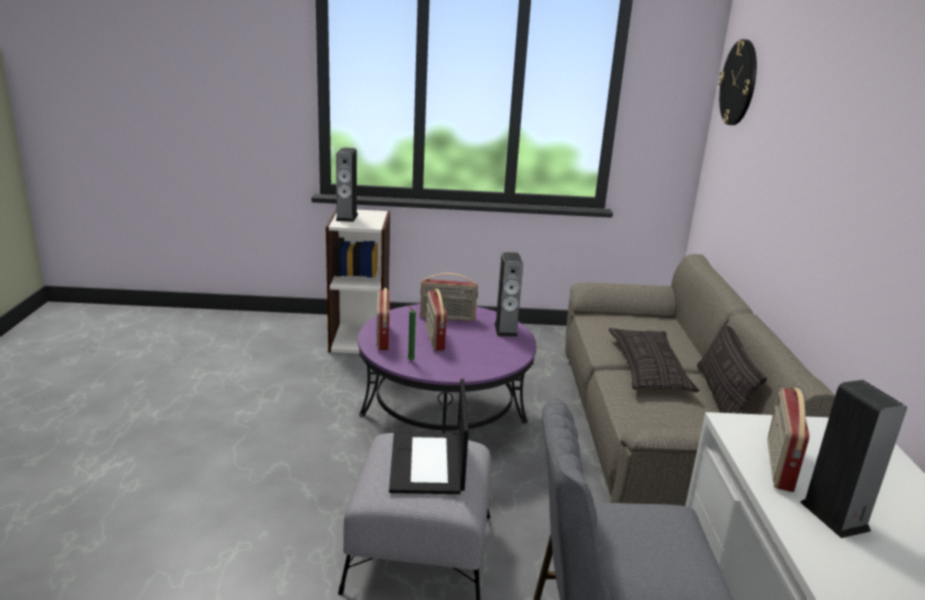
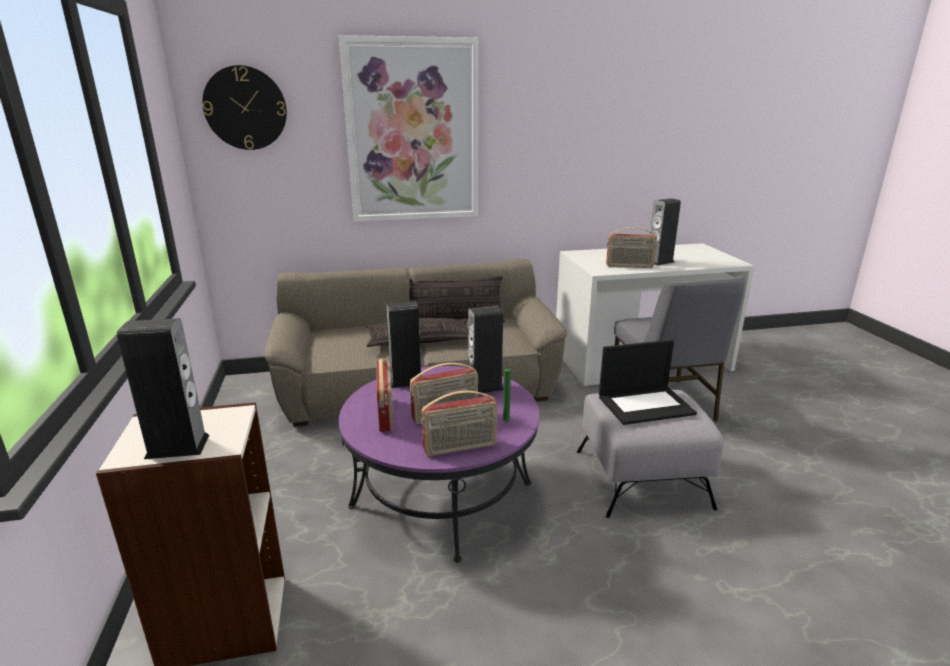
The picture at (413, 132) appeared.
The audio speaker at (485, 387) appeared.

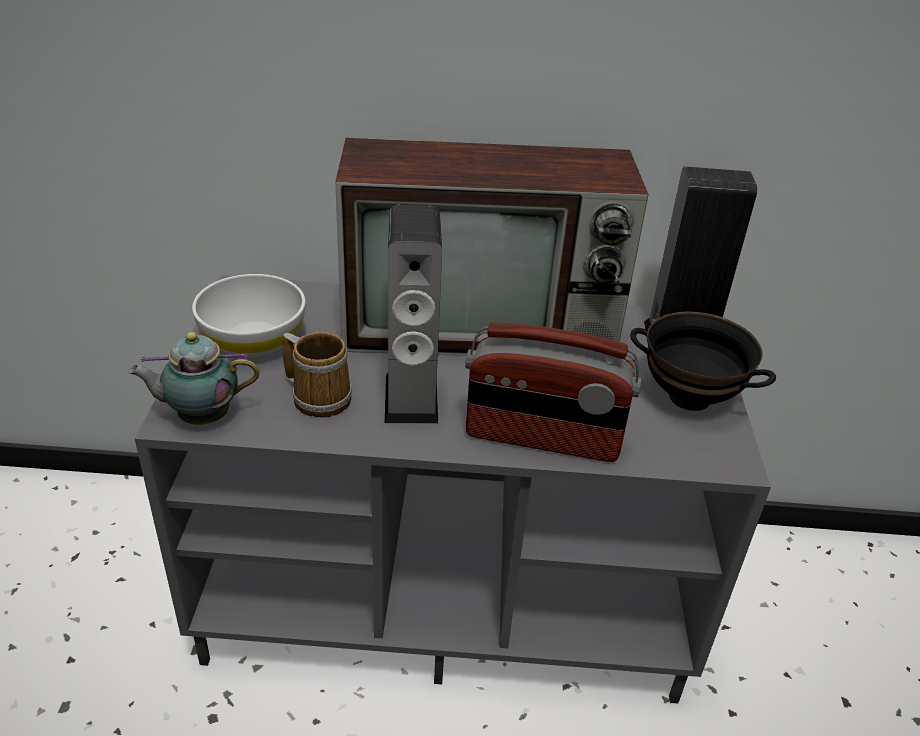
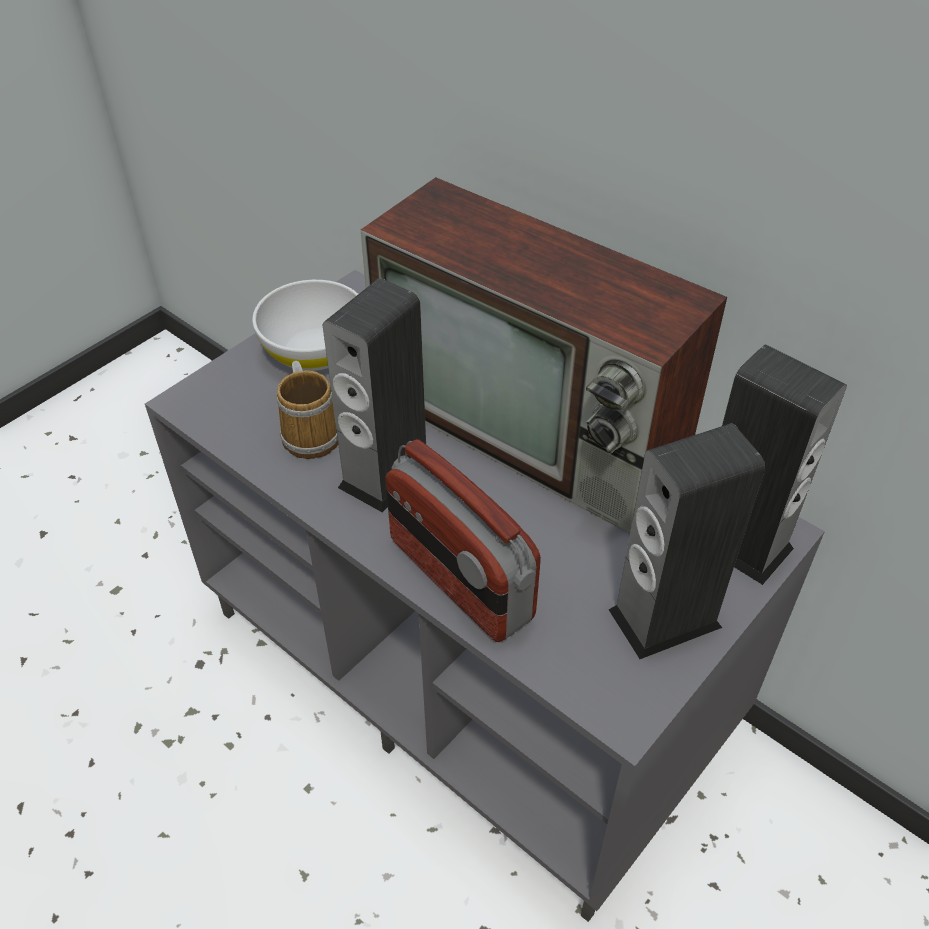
The black-coloured deep dish at (690, 397) was replaced by the audio speaker at (665, 618).
The tea pot at (200, 417) disappeared.

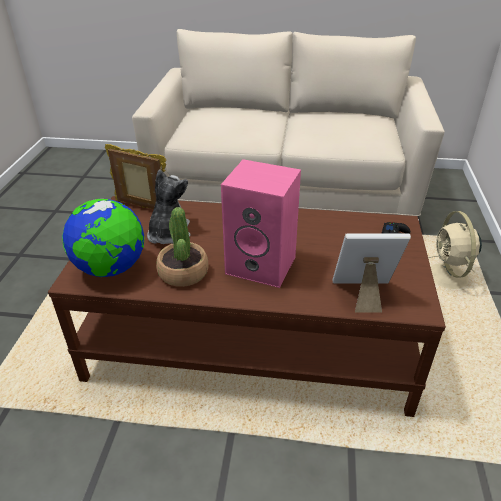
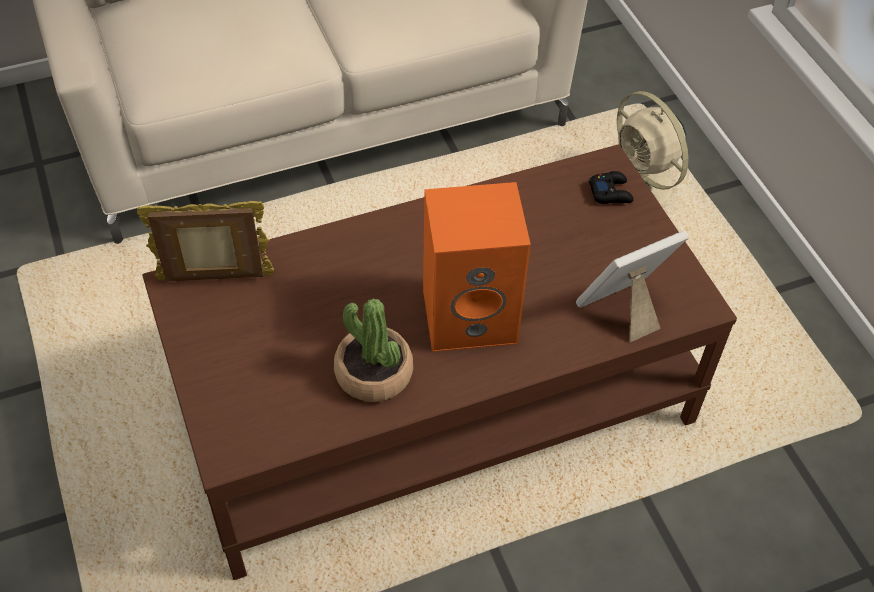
The pink-coloured audio speaker at (263, 265) became the orangey audio speaker at (471, 314).
The desk globe at (111, 268) disappeared.
The soft toy at (169, 234) disappeared.

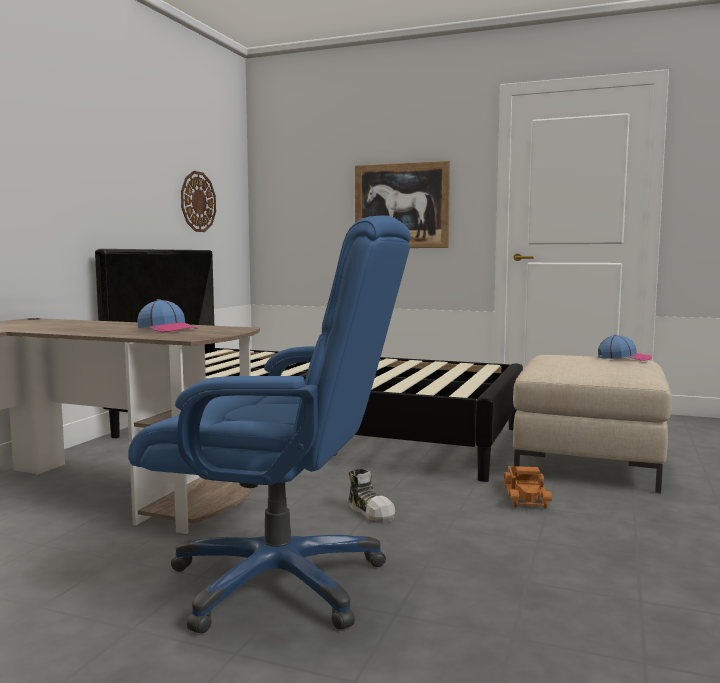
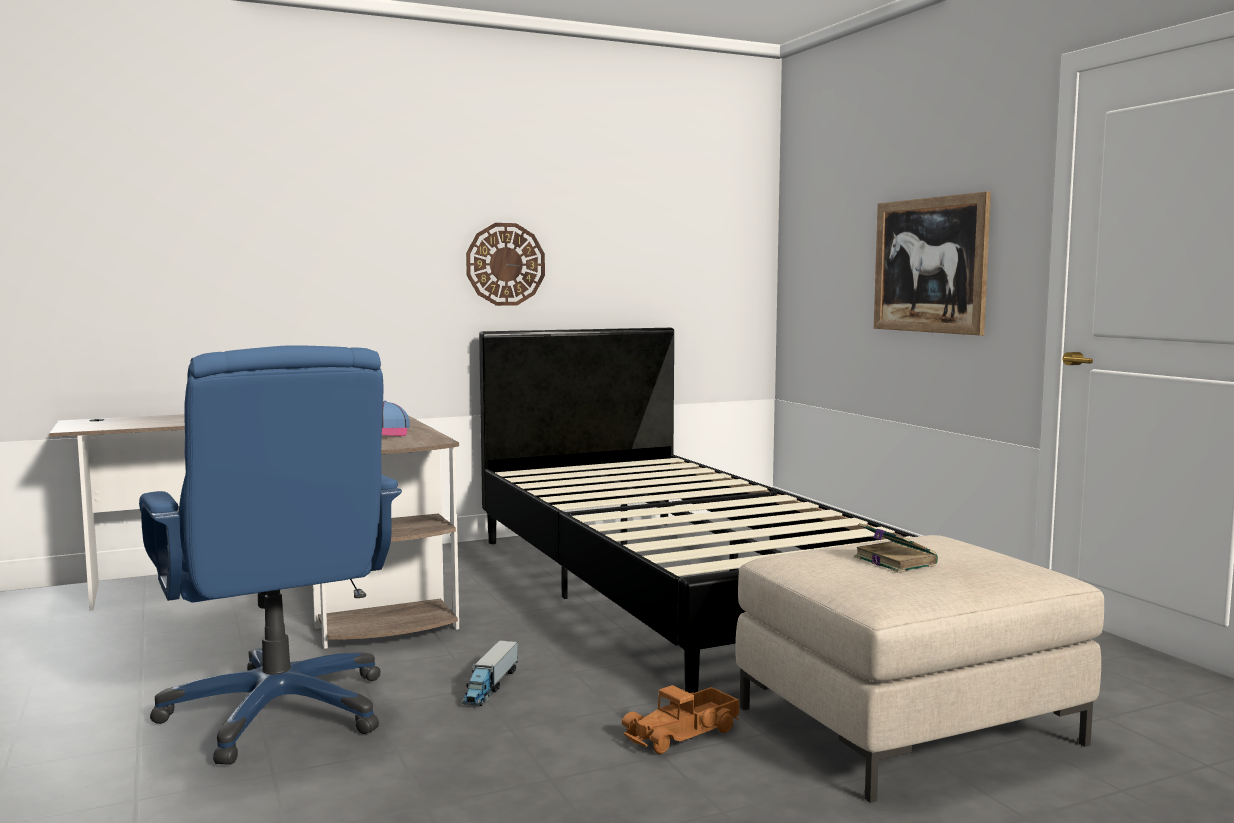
The item of footwear at (371, 512) was replaced by the model truck at (491, 686).
The hanging clock moved from (198, 202) to (505, 264).
The bound book at (893, 561) appeared.
The baseball cap at (624, 357) disappeared.

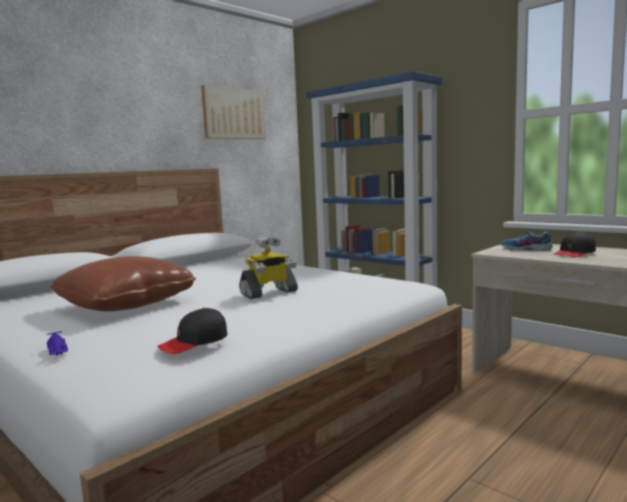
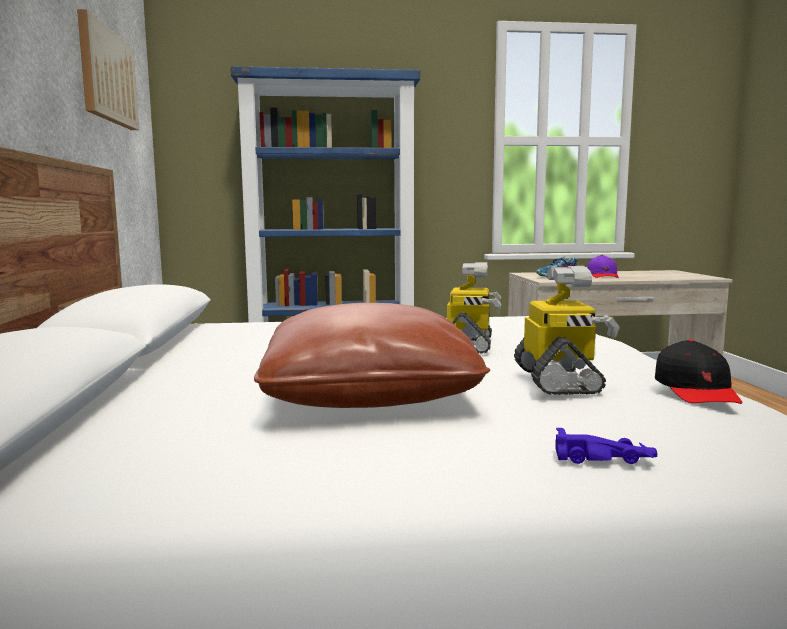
The robot figure at (558, 380) appeared.
The black-coloured baseball cap at (574, 253) became the purple baseball cap at (603, 275).

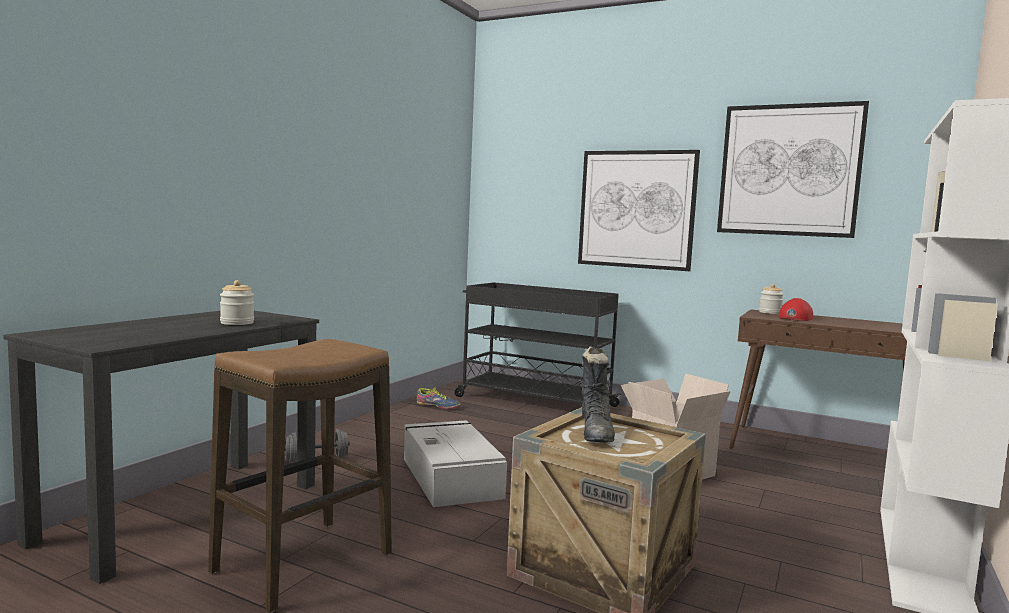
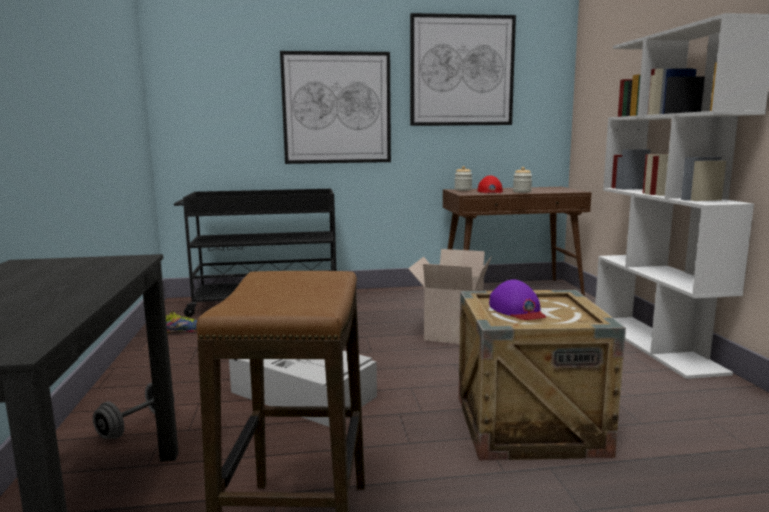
The black-coloured tall boot at (596, 434) was replaced by the purple baseball cap at (517, 310).
The preserve jar moved from (237, 323) to (522, 192).

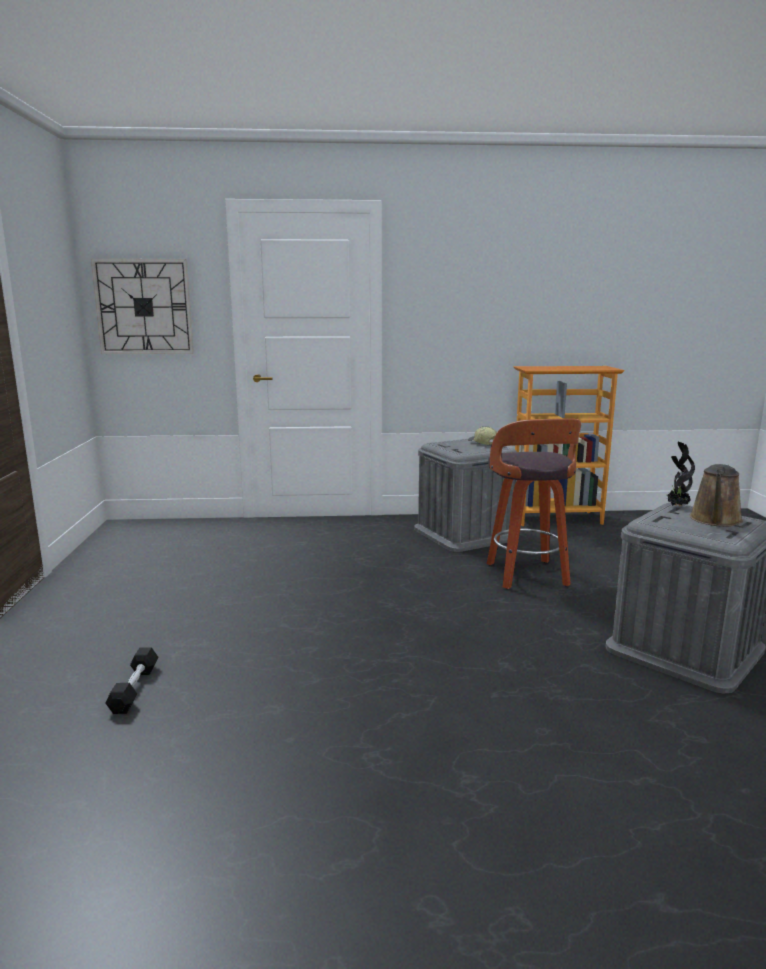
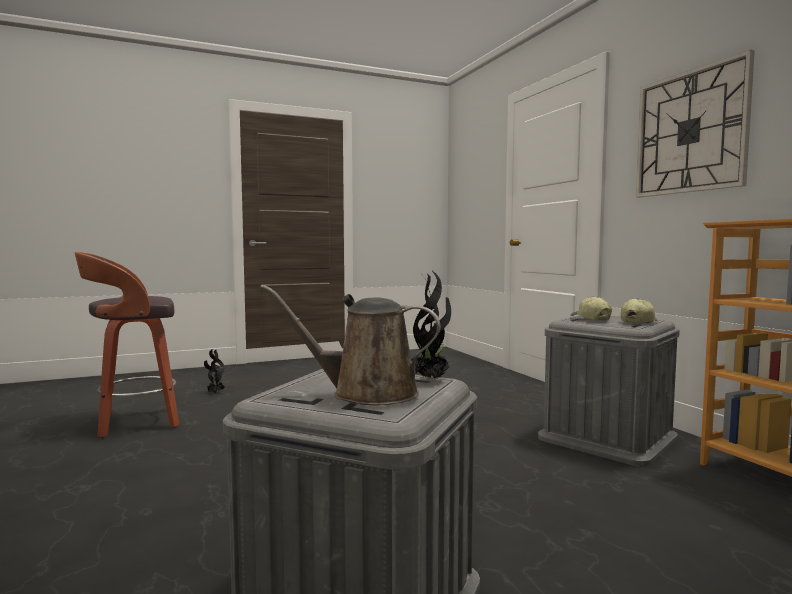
The stool moved from (528, 576) to (136, 423).
The black-coloured hand weight at (134, 689) was replaced by the houseplant at (215, 393).
The baseball cap at (590, 319) appeared.
The hanging clock moved from (144, 307) to (690, 132).

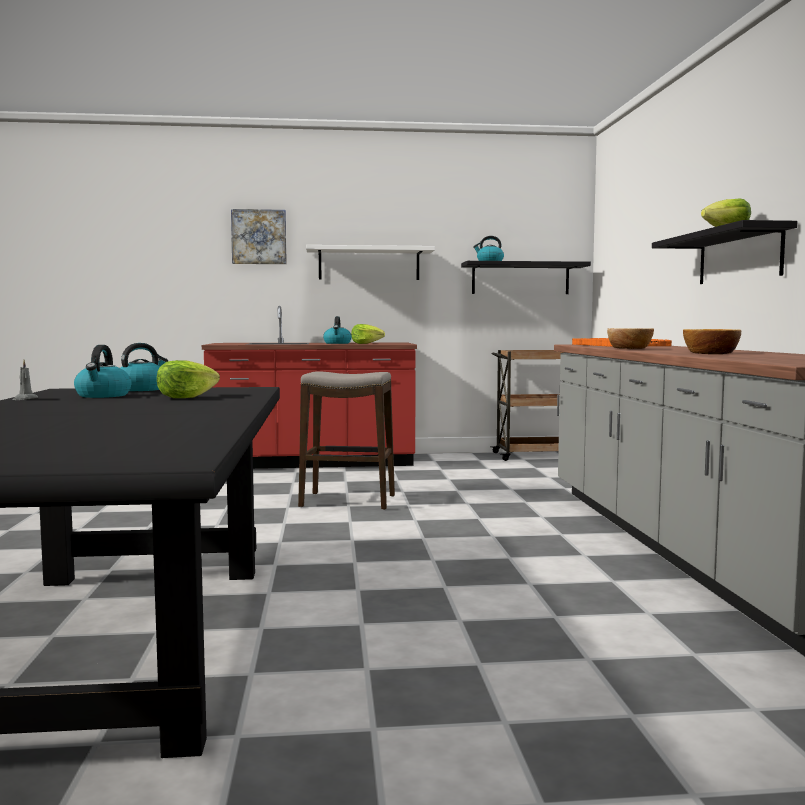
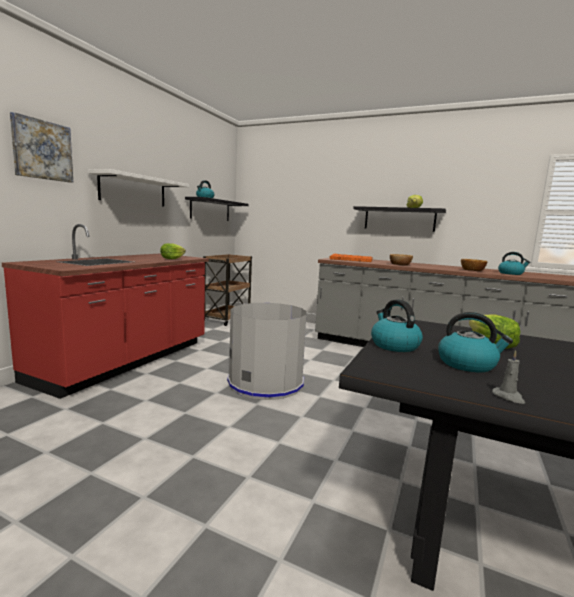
The stool at (347, 501) was replaced by the gray waste bin at (266, 383).
The kettle moved from (337, 343) to (511, 273).

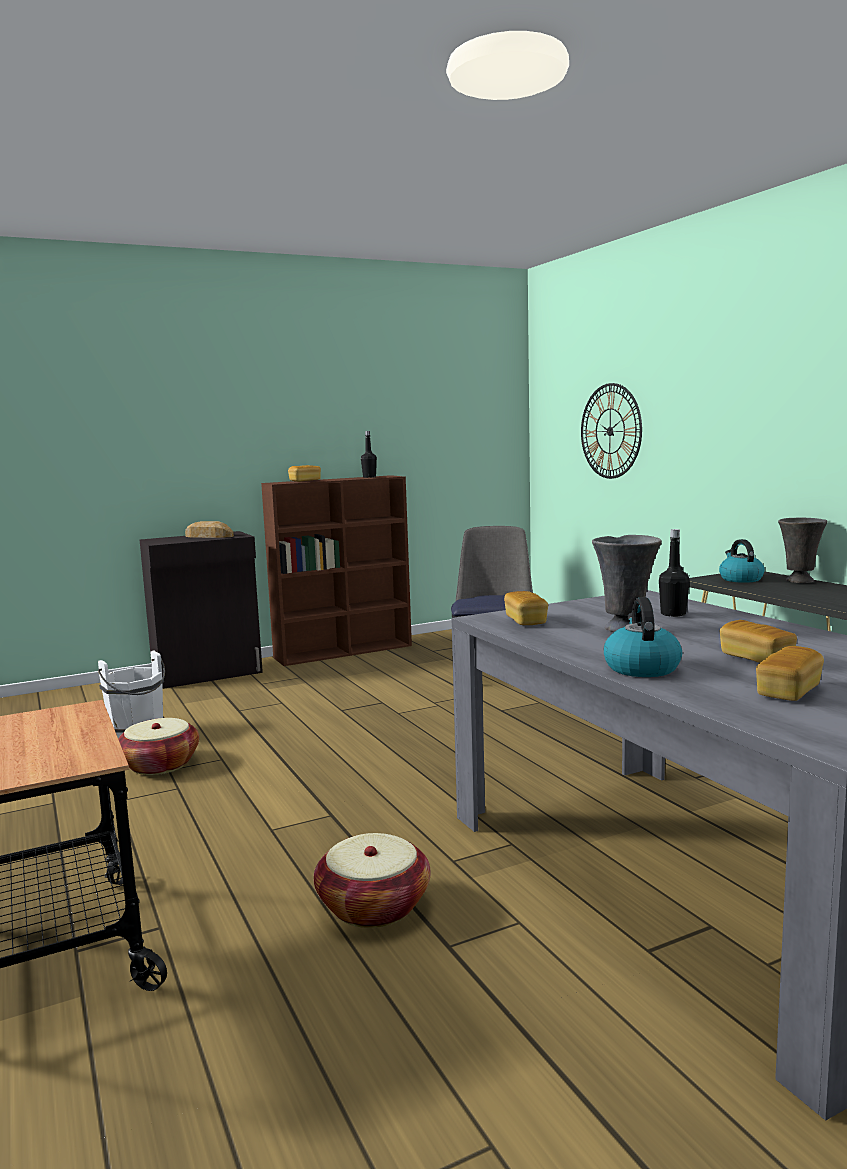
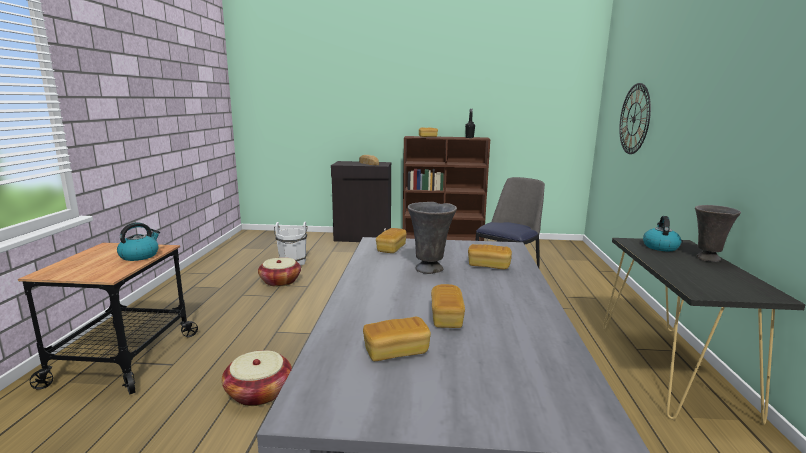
The kettle moved from (641, 668) to (140, 256).
The black-coloured drink bottle at (673, 614) was replaced by the bread at (488, 266).

